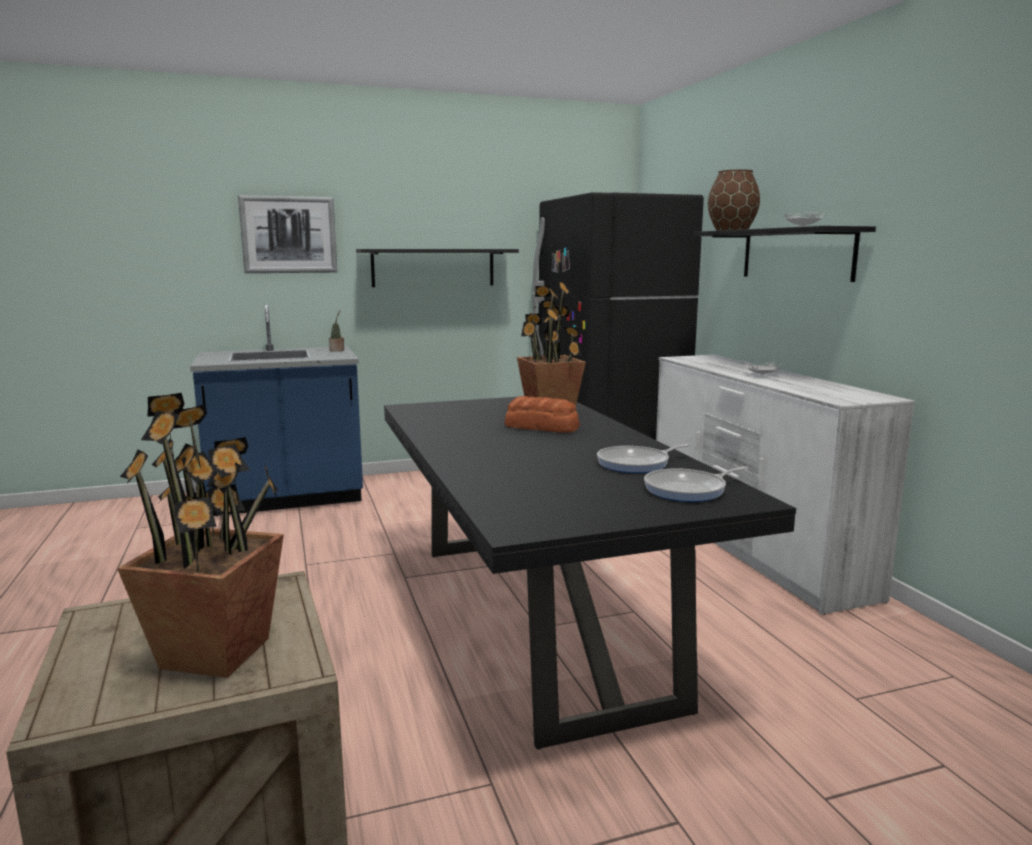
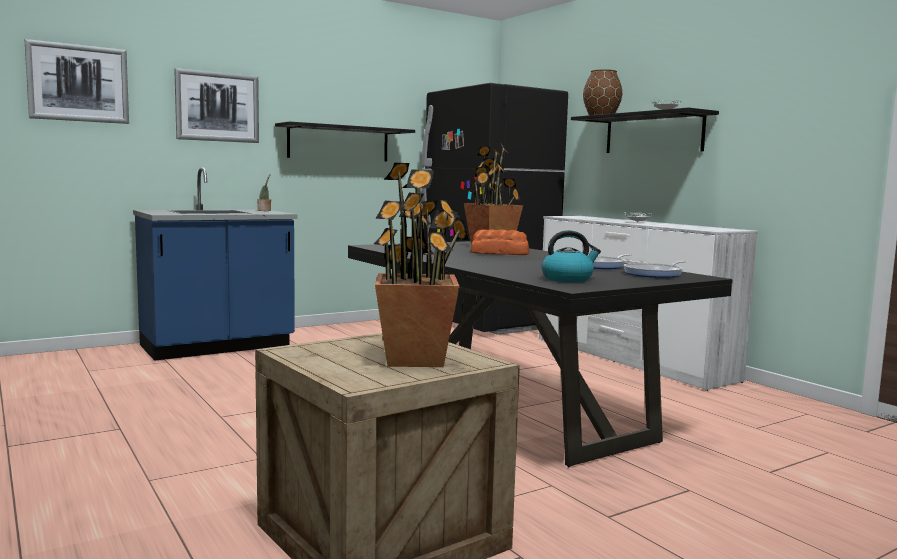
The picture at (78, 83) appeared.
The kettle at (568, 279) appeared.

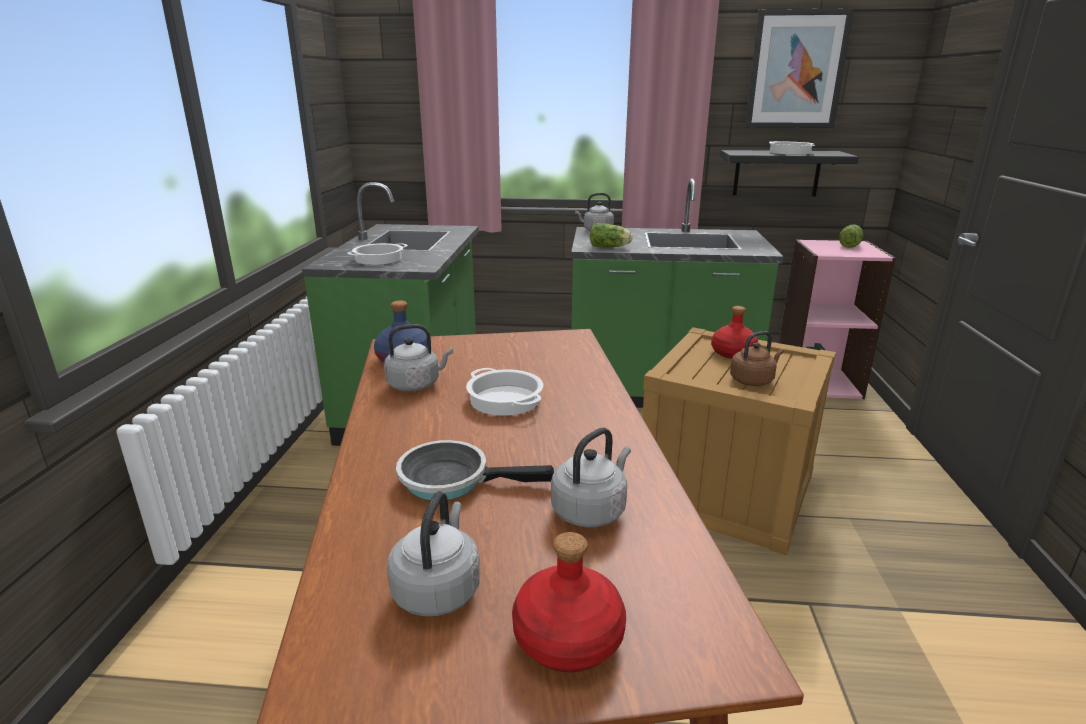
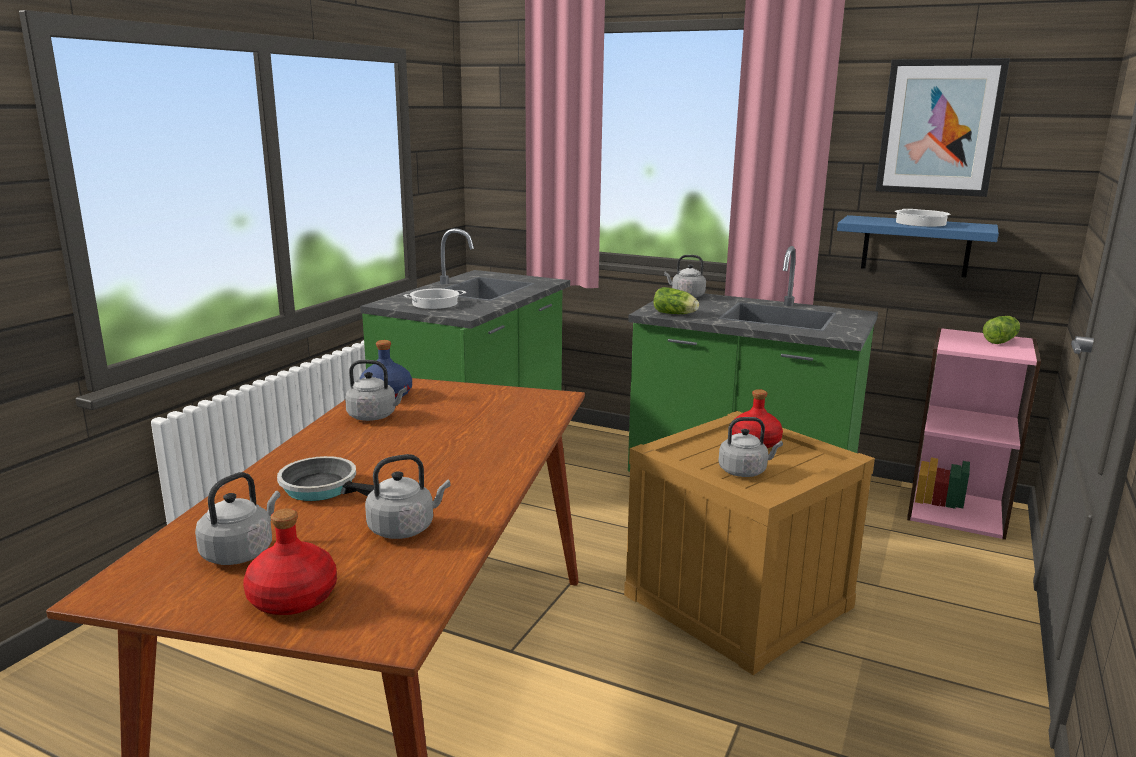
The brownish kettle at (753, 380) became the gray kettle at (745, 471).
The black-coloured shelf at (776, 173) became the blue shelf at (916, 246).
The stockpot at (506, 399) disappeared.

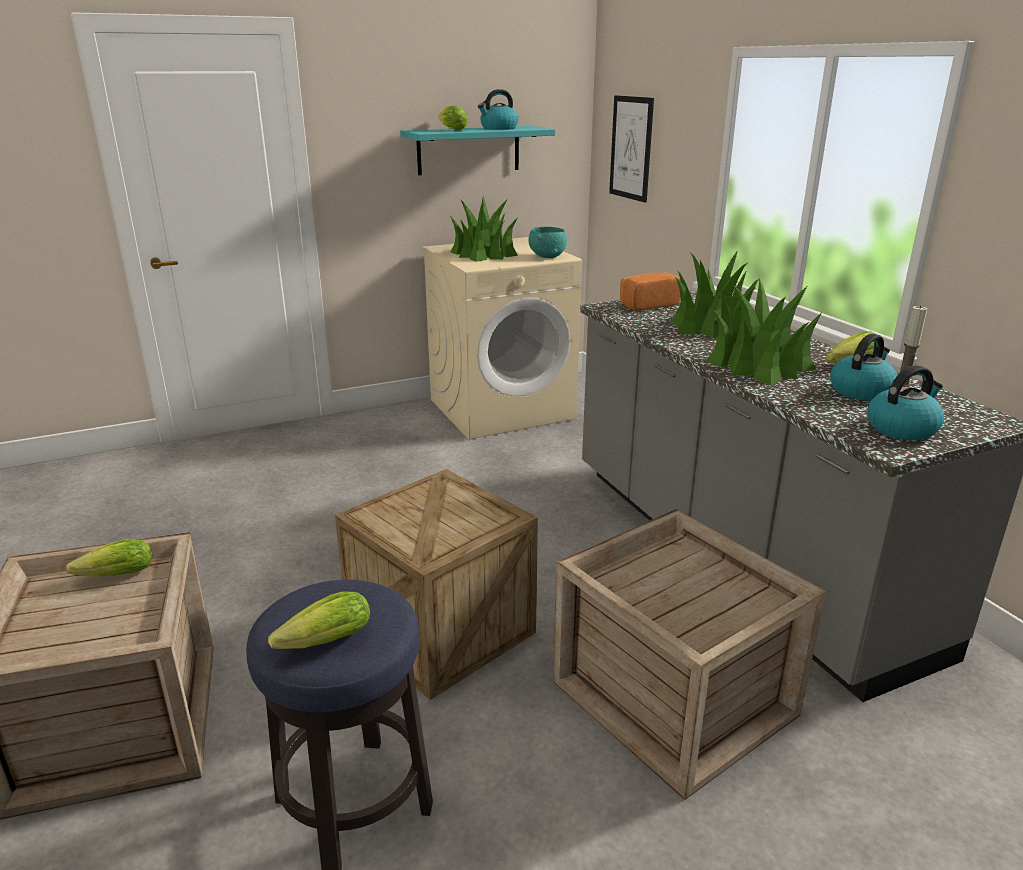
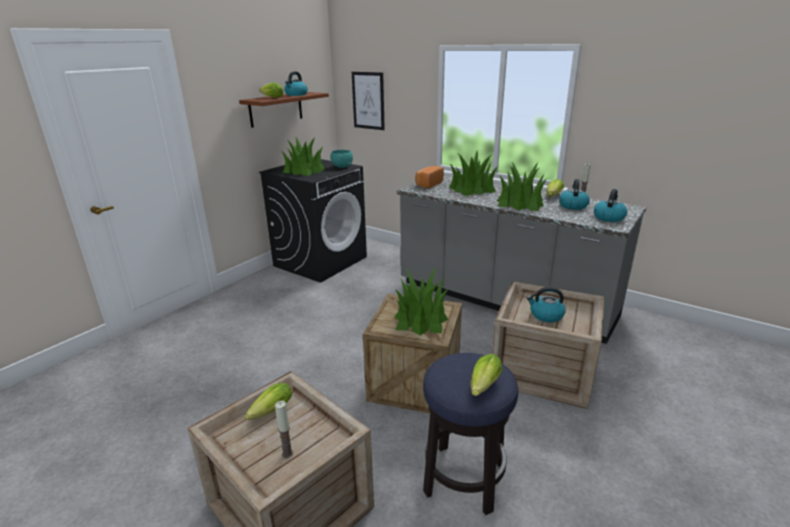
The turquoise shelf at (468, 150) became the brownish shelf at (276, 109).
The sand-coloured laundry appliance at (502, 408) became the black-coloured laundry appliance at (320, 261).
The wax light at (287, 454) appeared.
The houseplant at (421, 319) appeared.
The kettle at (546, 315) appeared.

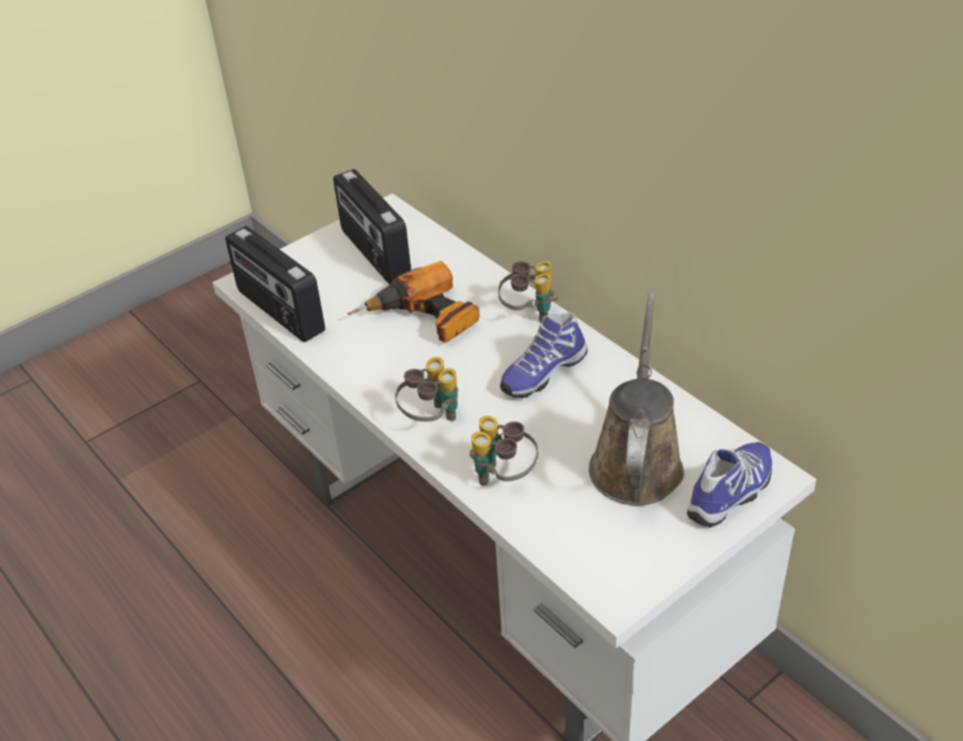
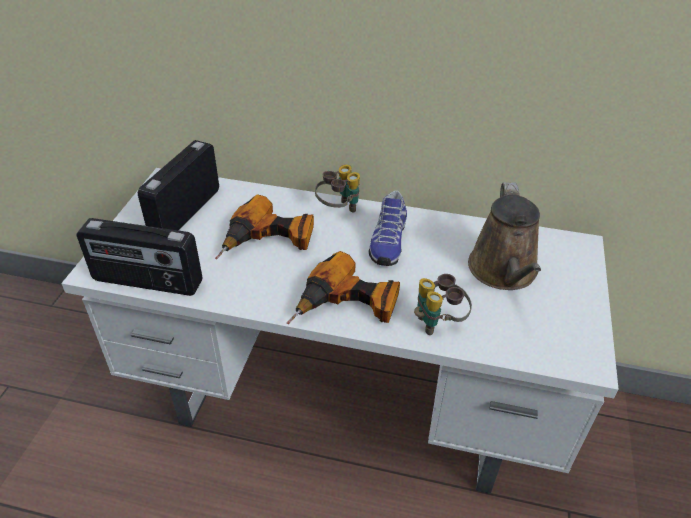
The radio at (374, 254) turned 90 degrees clockwise.
The binoculars at (431, 419) was replaced by the power drill at (348, 307).
The brownish watering pot at (636, 461) turned 150 degrees counterclockwise.
The item of footwear at (732, 494) disappeared.

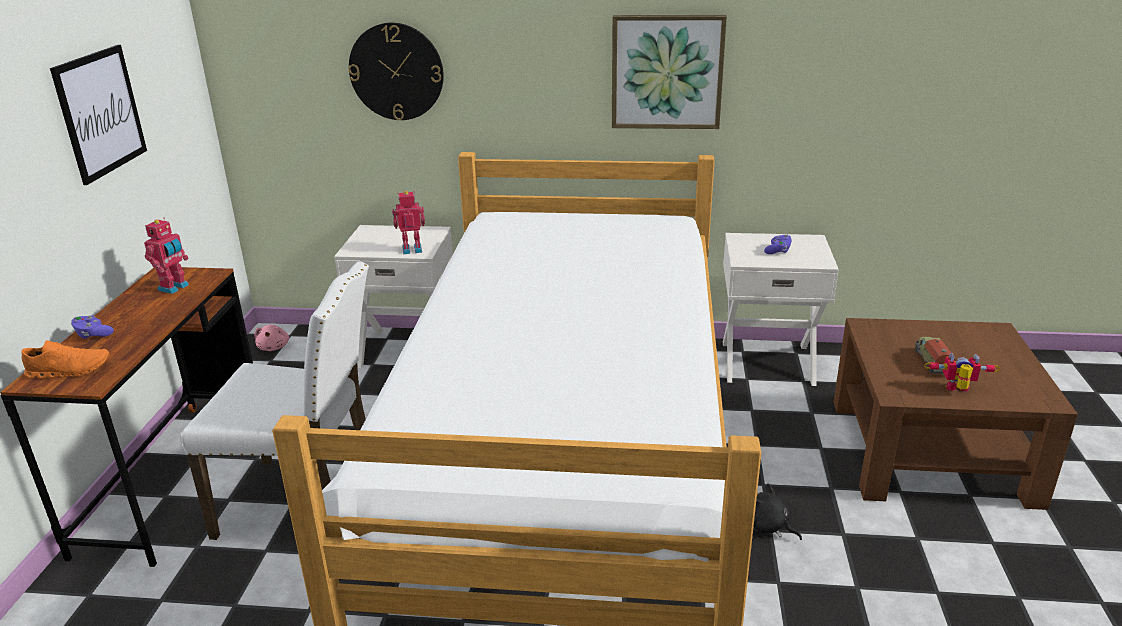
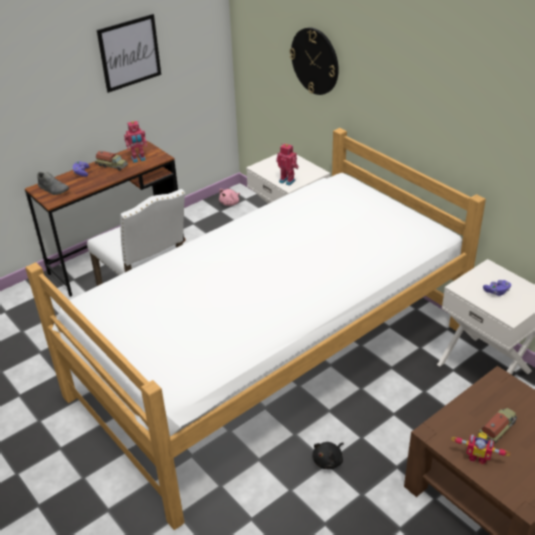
The orangey item of footwear at (69, 370) became the gray item of footwear at (54, 189).
The model truck at (112, 166) appeared.
The black-coloured soft toy at (768, 526) turned 135 degrees counterclockwise.
The robot figure at (958, 390) turned 150 degrees clockwise.
The picture at (667, 72) disappeared.

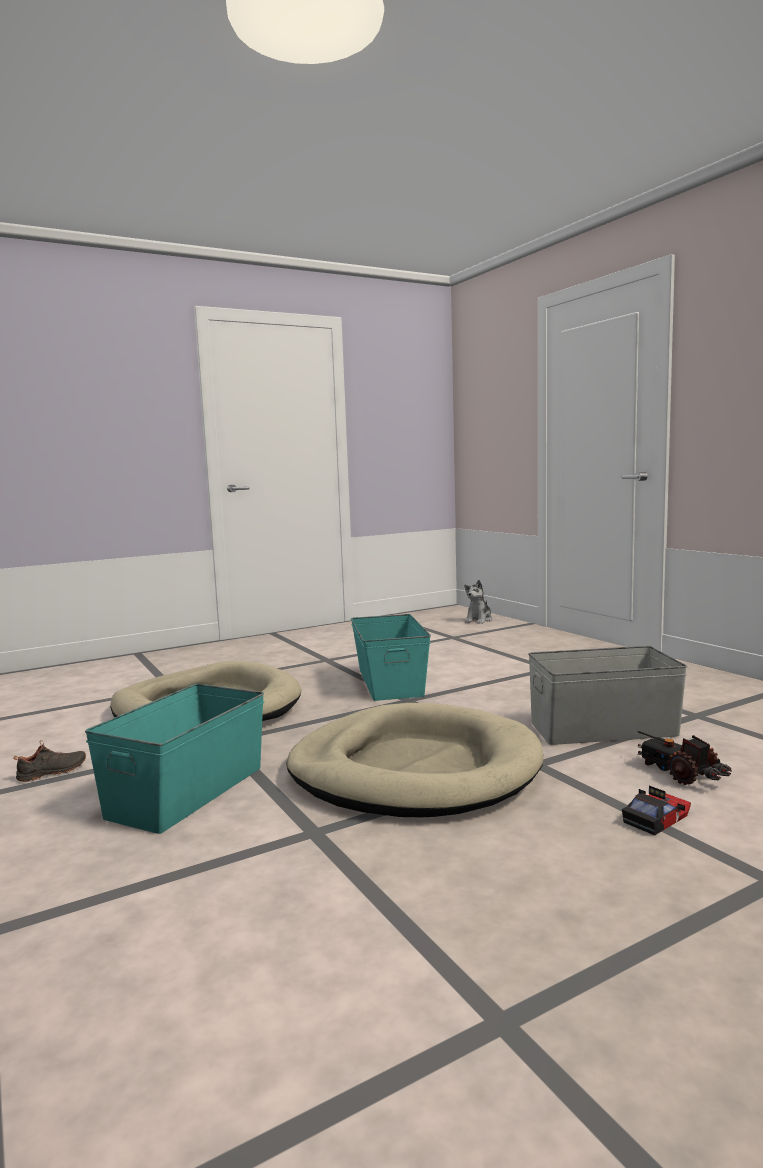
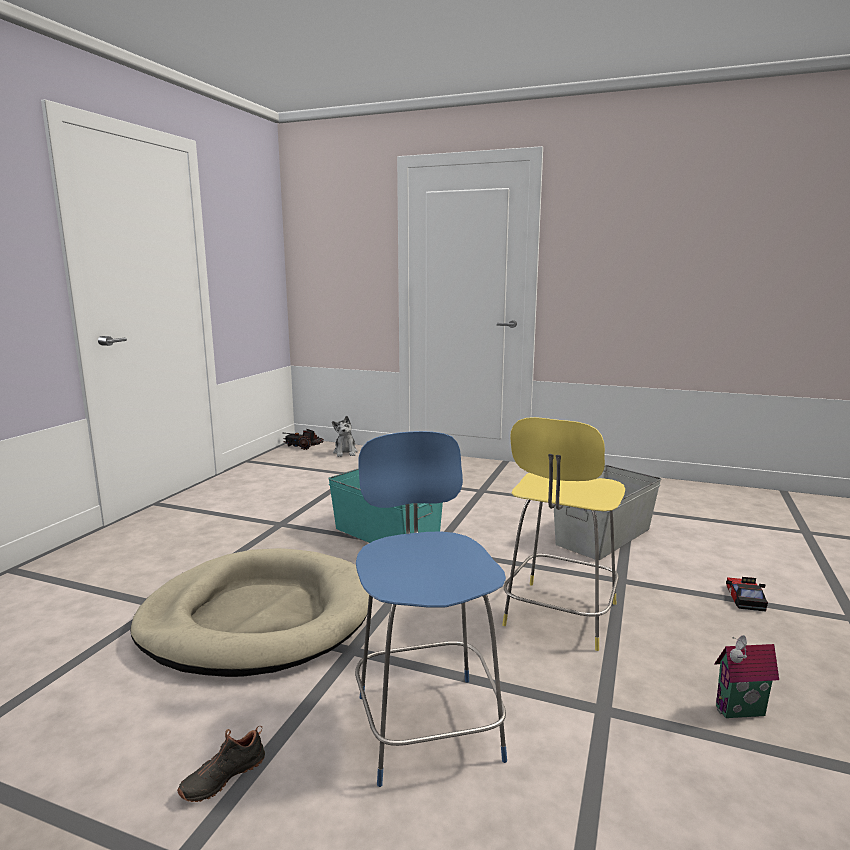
The black-coloured item of footwear at (52, 772) turned 150 degrees counterclockwise.
The model truck moved from (680, 773) to (303, 446).
The turquoise storage container at (188, 791) was replaced by the blue stool at (427, 722).
The sand-coloured pet bed at (414, 770) was replaced by the yellowish stool at (559, 616).
The toy house at (741, 713) appeared.

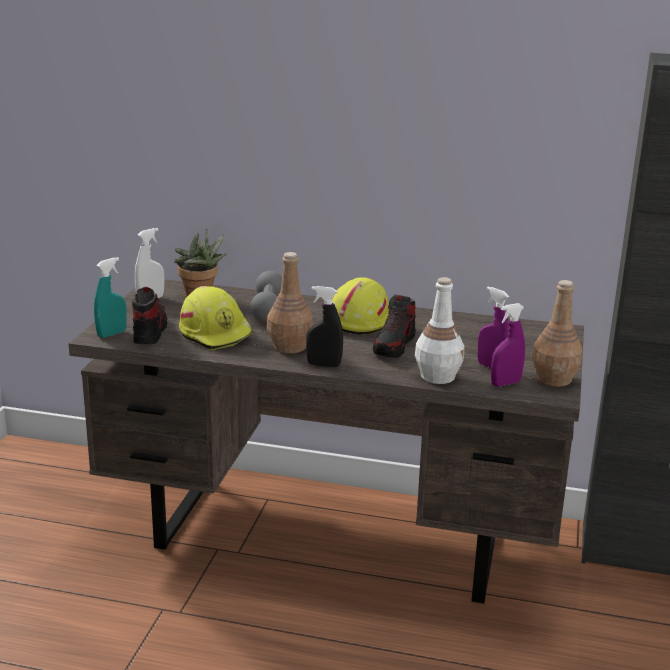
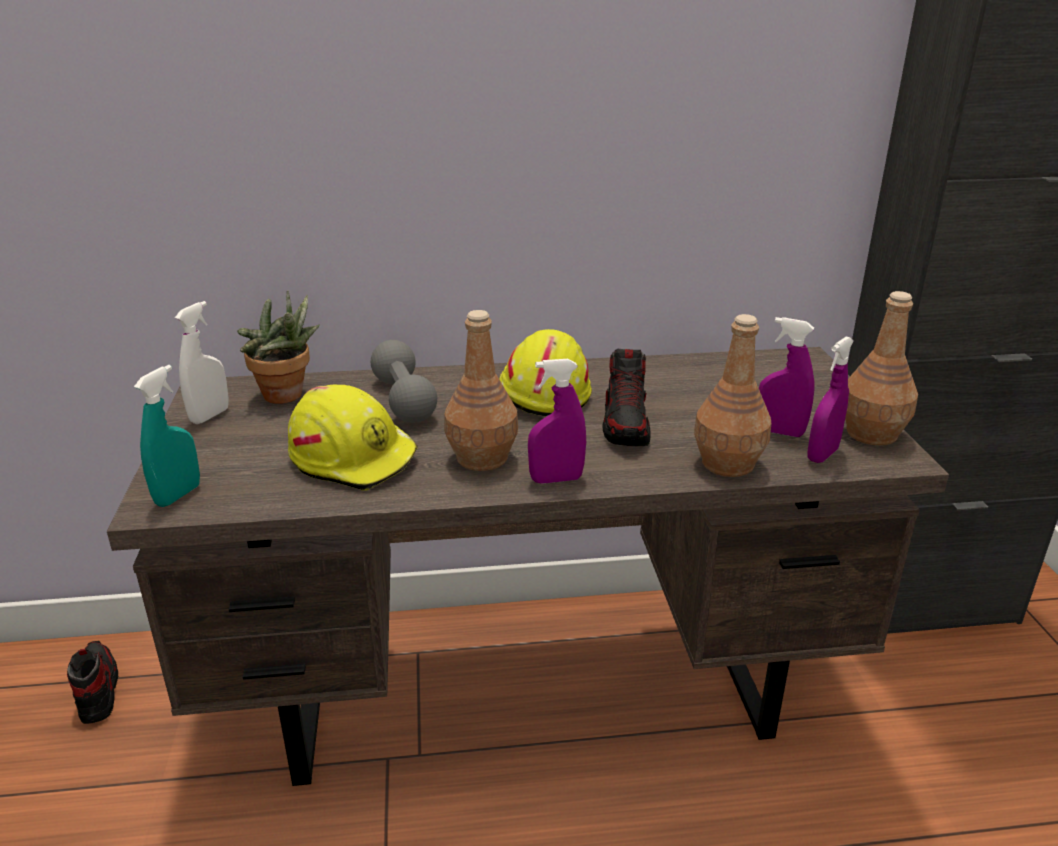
The item of footwear moved from (149, 330) to (97, 690).
The black-coloured sprayer at (324, 365) became the purple sprayer at (556, 479).
The whitish drink bottle at (438, 376) became the brownish drink bottle at (727, 463).

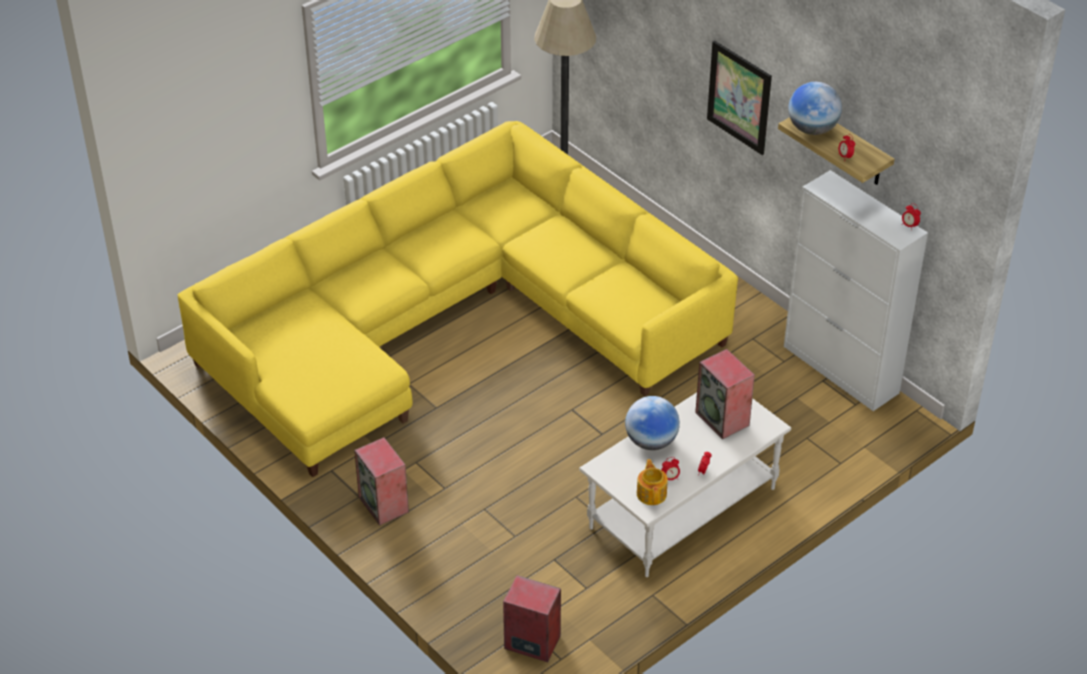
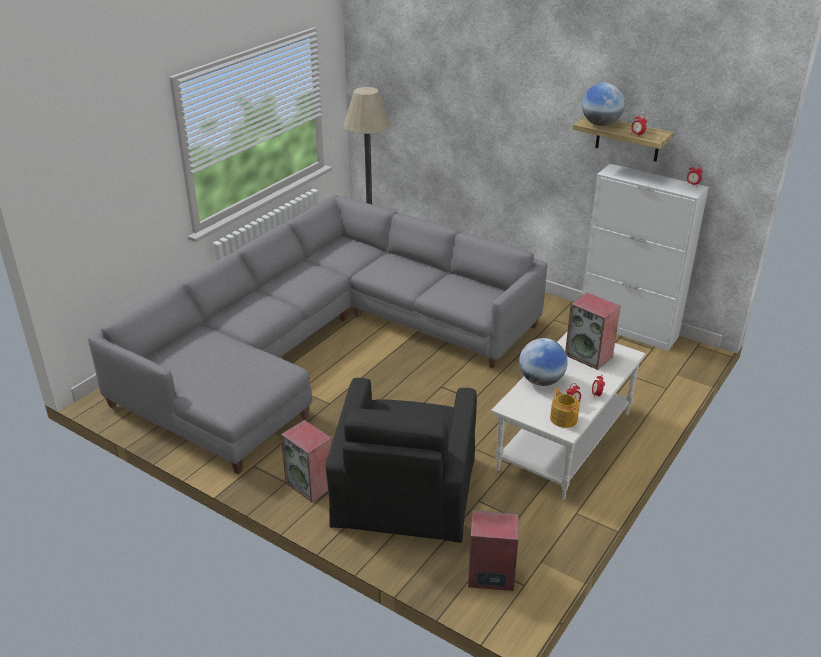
The yellowish couch at (454, 320) became the gray couch at (321, 342).
The black-coloured lounge chair at (404, 493) appeared.
The picture at (739, 97) disappeared.

